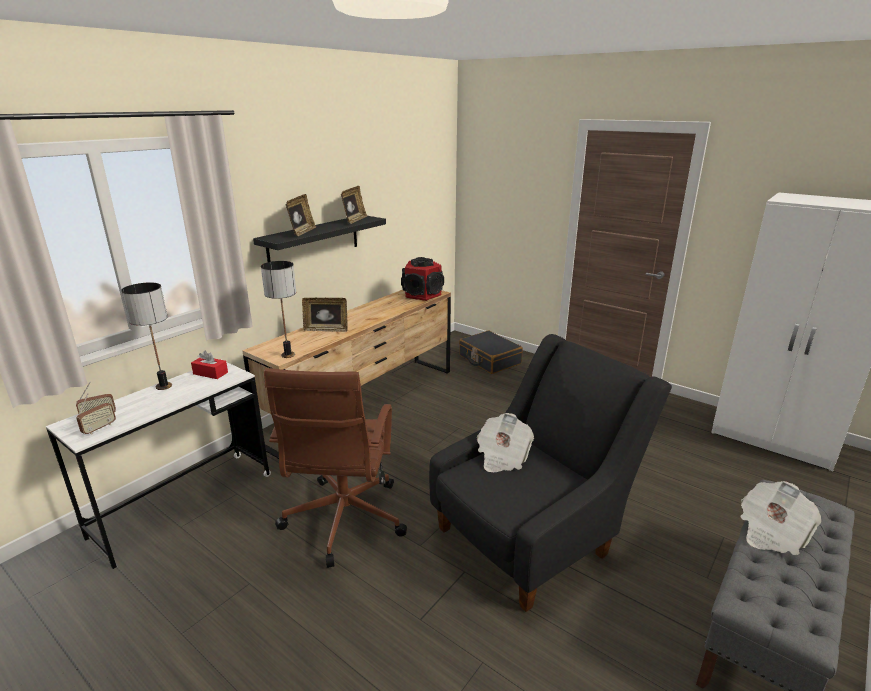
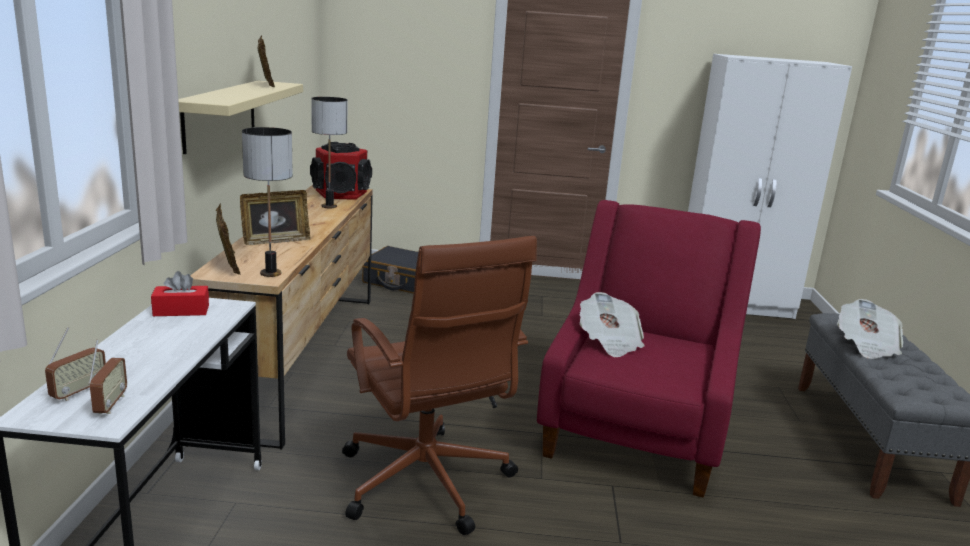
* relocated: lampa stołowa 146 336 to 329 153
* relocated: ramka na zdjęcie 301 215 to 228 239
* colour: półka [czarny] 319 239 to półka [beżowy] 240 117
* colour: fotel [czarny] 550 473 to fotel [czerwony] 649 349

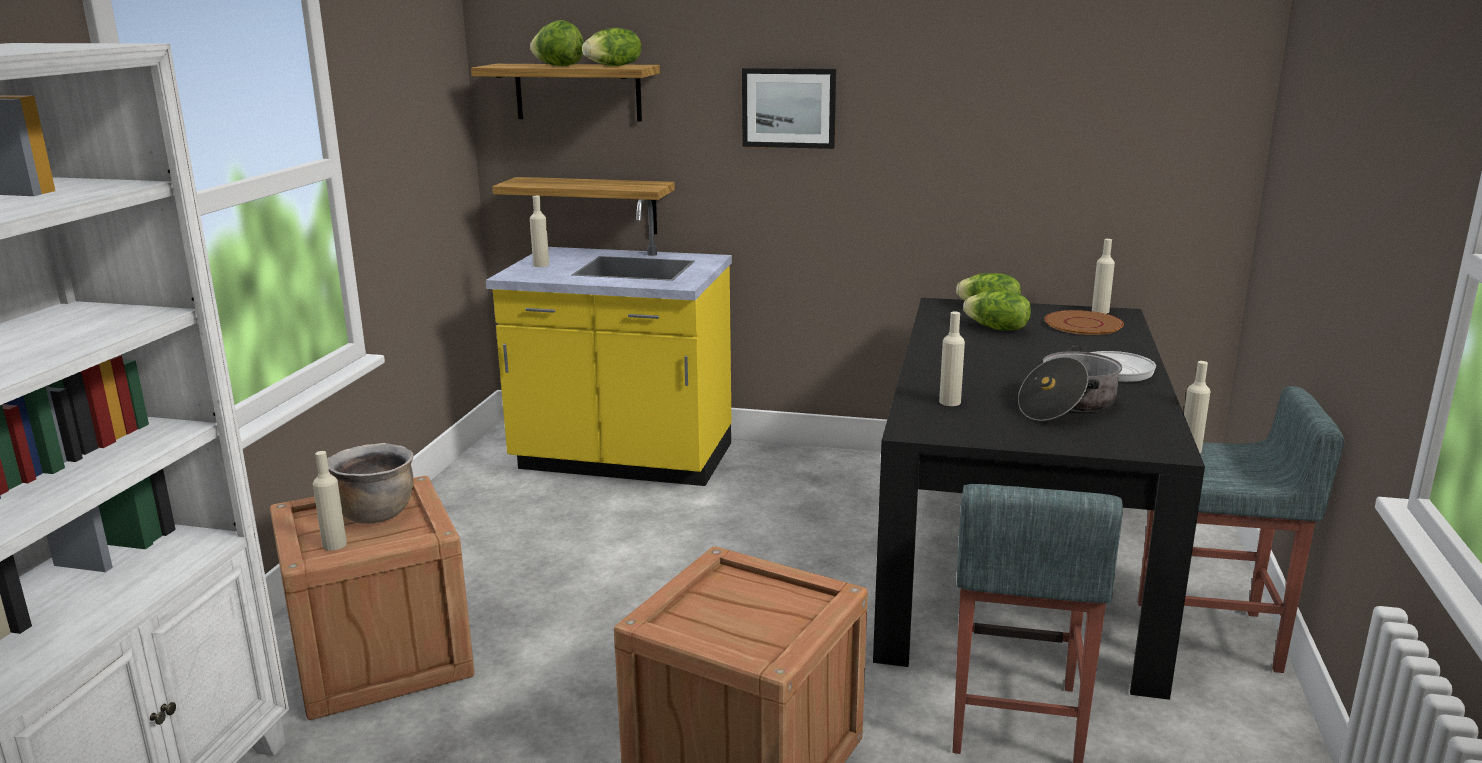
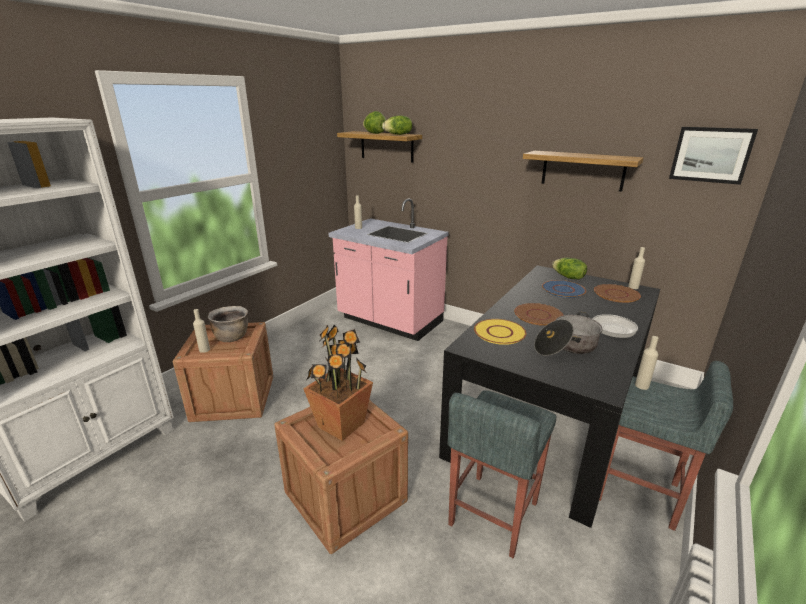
* appeared: roślina doniczkowa 338 383
* appeared: talerz [brązowy] 539 314
* relocated: półka 583 205 to 583 171
* relocated: obraz 789 108 to 713 156
* exchanged: butelka [beżowy] 952 358 to talerz [żółty] 500 332
* exchanged: sałata 997 310 to talerz [niebieski] 564 289
* colour: zabudowa kuchenna [żółty] 609 342 to zabudowa kuchenna [różowy] 389 269

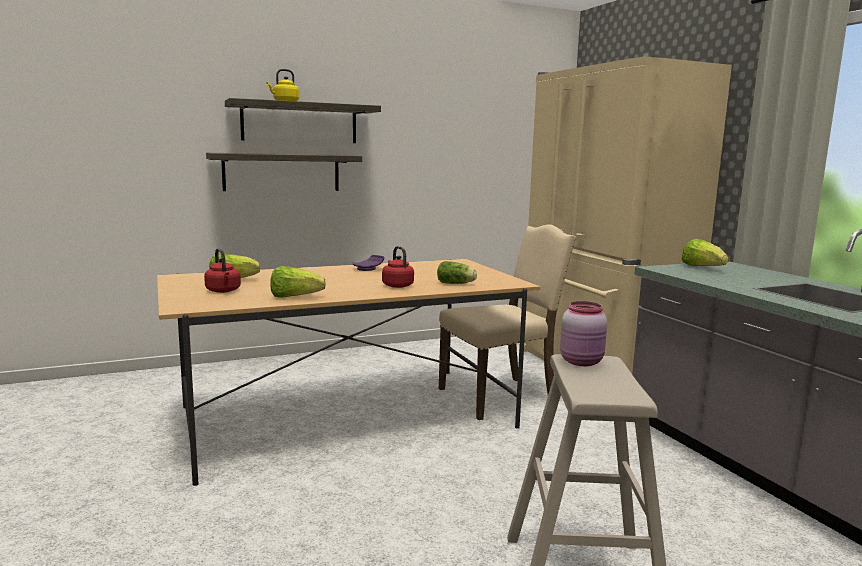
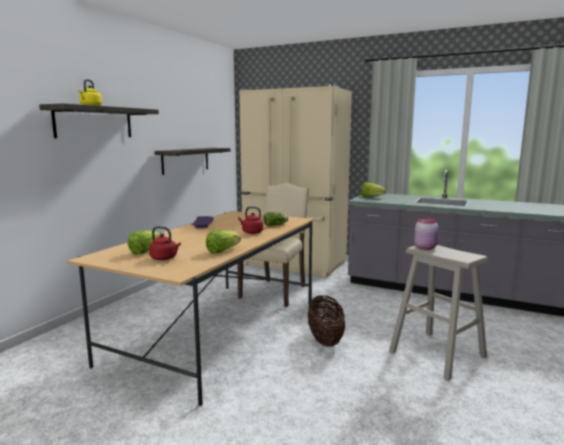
* appeared: koszyk 326 321
* relocated: półka 284 172 to 193 161

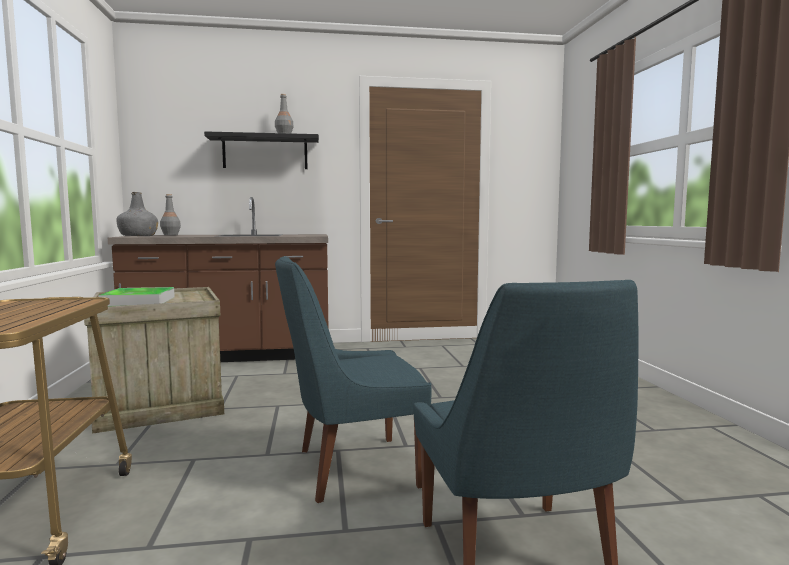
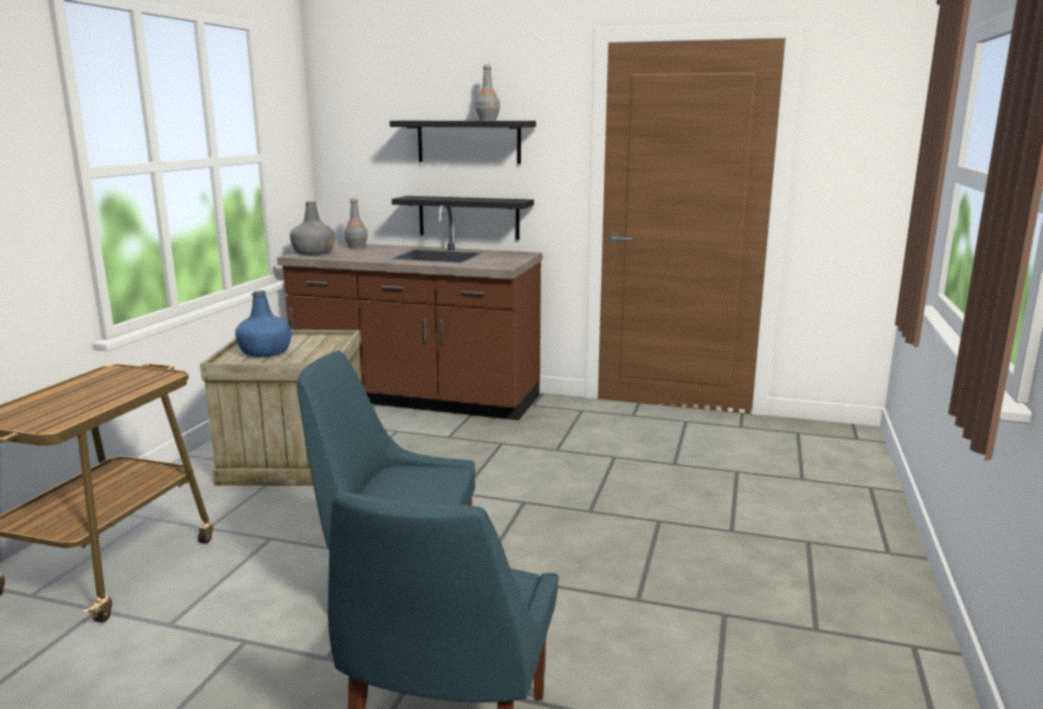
* appeared: półka [czarny] 463 218
* exchanged: taca 136 296 to butelka [niebieski] 263 323

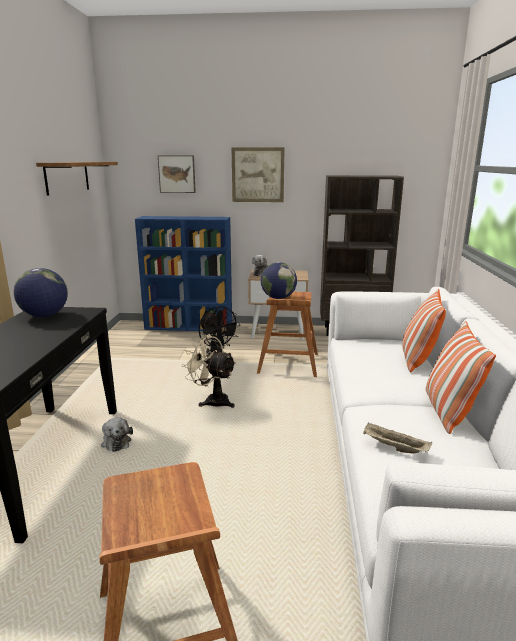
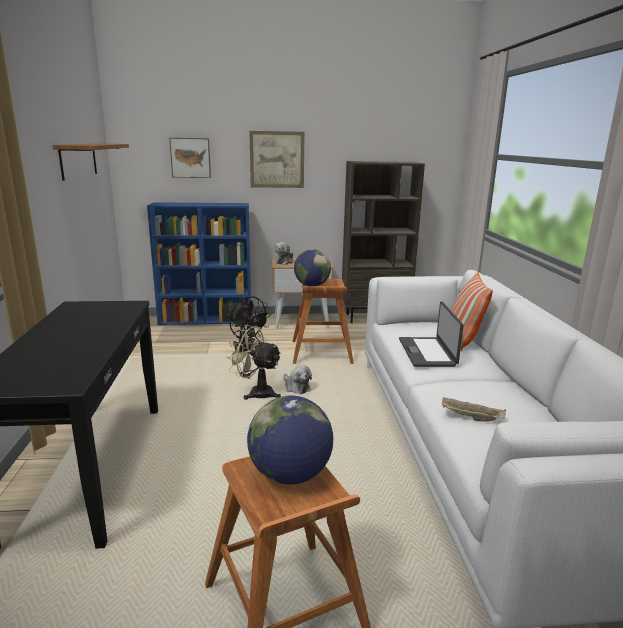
* missing: poduszka 461 377
* appeared: laptop 431 334
* relocated: globus 41 292 to 290 440
* relocated: pluszak 117 434 to 298 379

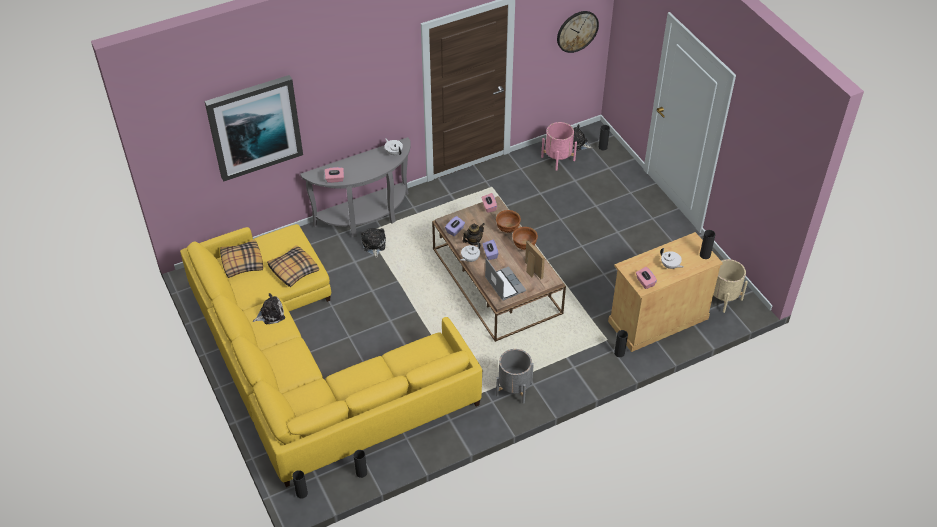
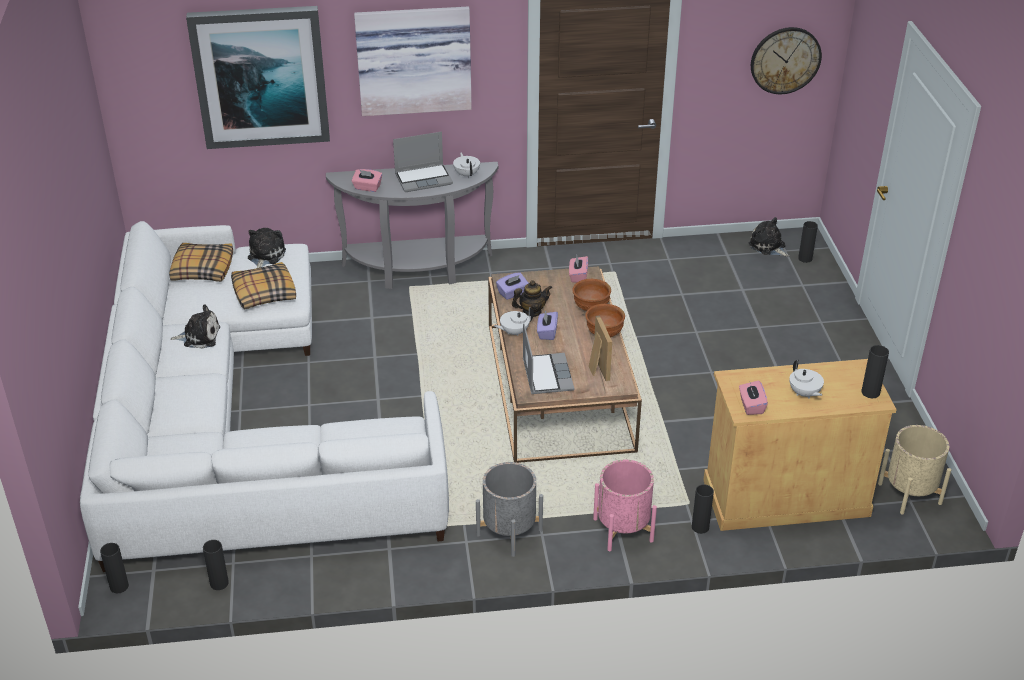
* appeared: obraz 413 61
* appeared: laptop 423 161
* relocated: pluszak 373 243 to 267 248
* relocated: donica [różowy] 559 146 to 625 505
* colour: kanapa [żółty] 331 355 to kanapa [biały] 264 396

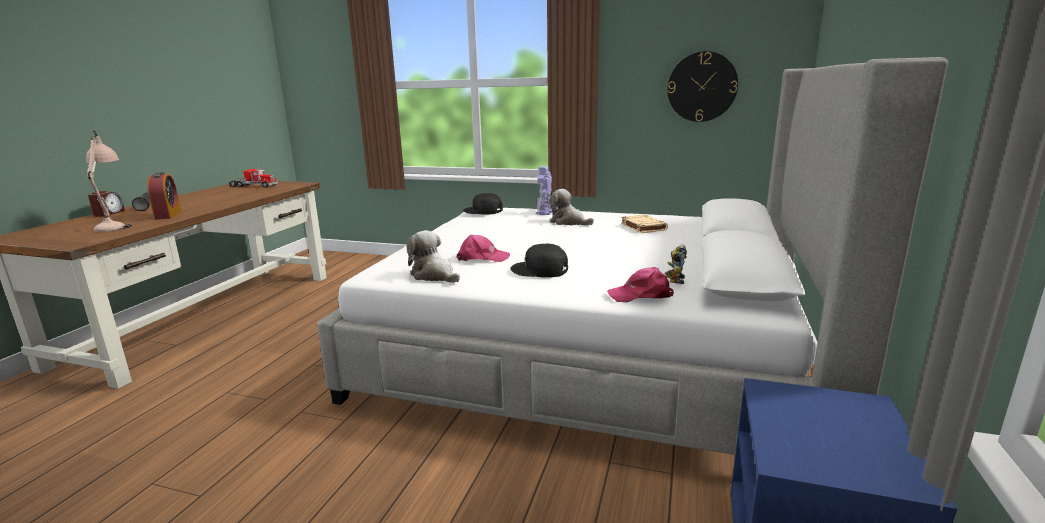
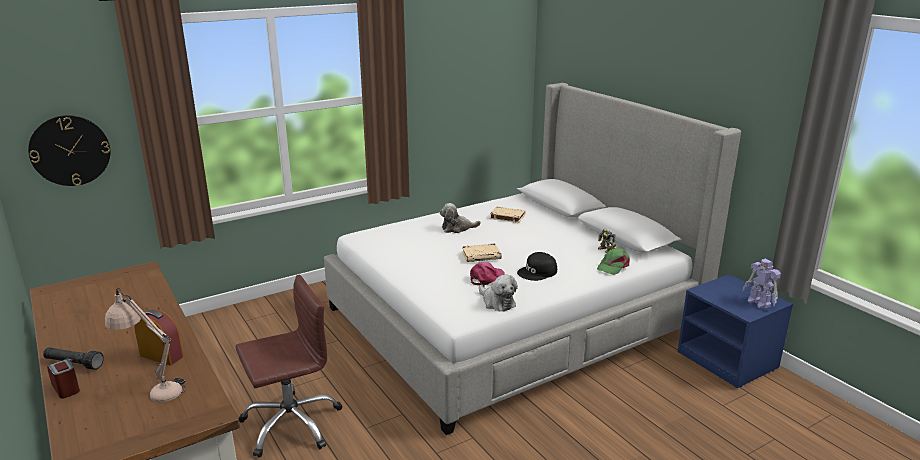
* missing: ciężarówka zabawkowa 253 177
* missing: czapka z daszkiem [czarny] 483 204
* appeared: krzesło biurowe [brązowy] 289 366
* appeared: książka [beżowy] 482 253
* relocated: robot zabawkowy 544 190 to 762 283
* relocated: zegar ścienny 702 86 to 69 150
* colour: czapka z daszkiem [różowy] 640 284 to czapka z daszkiem [zielony] 613 261
* spun: pluszak 433 256 = 498 293 120 degrees counterclockwise

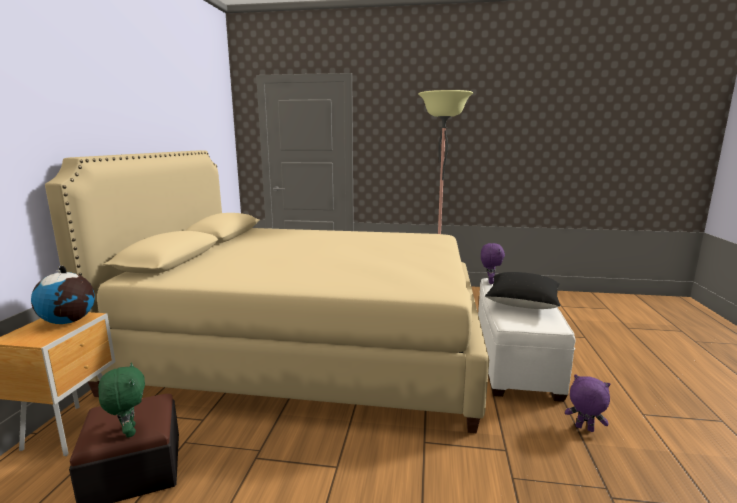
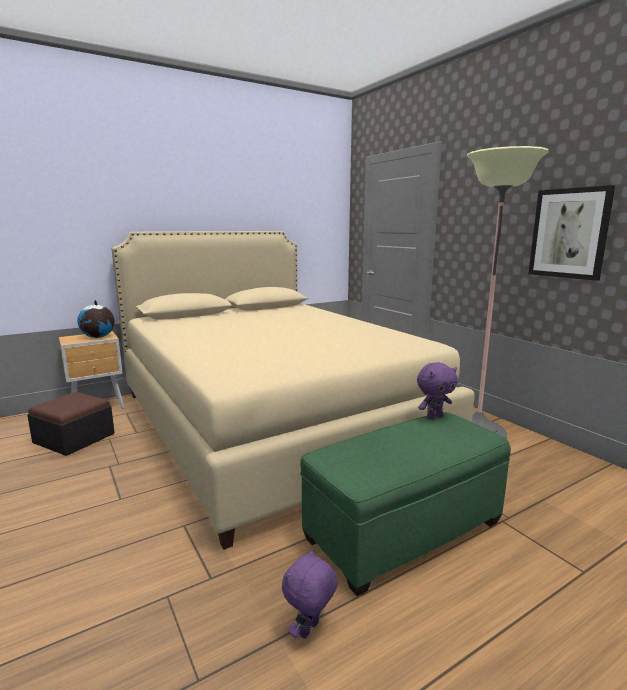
* missing: pluszak [zielony] 121 400
* missing: poduszka [czarny] 523 290
* appeared: obraz 571 233
* colour: pufa [biały] 526 340 to pufa [zielony] 405 504
* spun: pluszak [fioletowy] 587 403 = 310 593 135 degrees counterclockwise

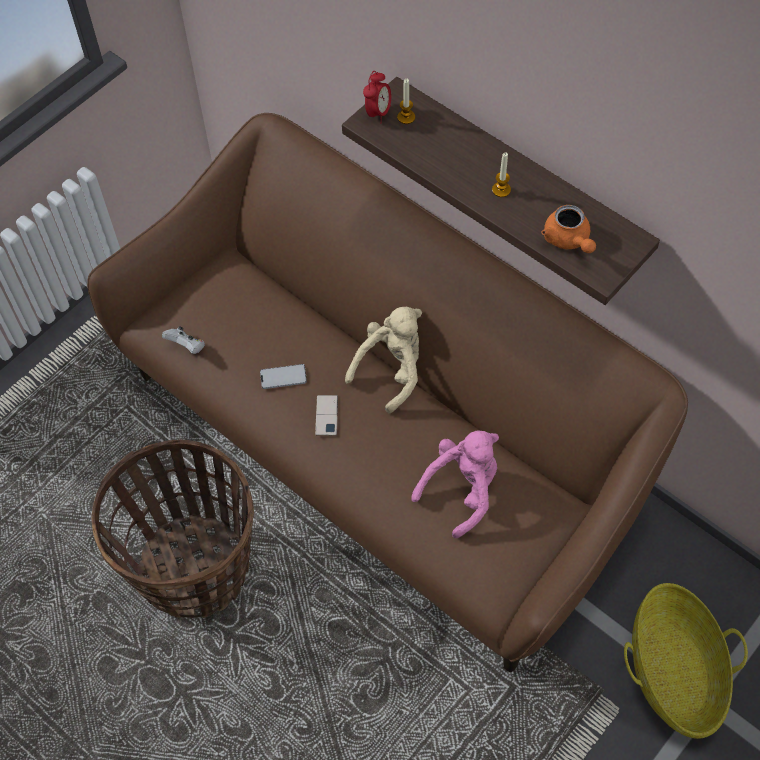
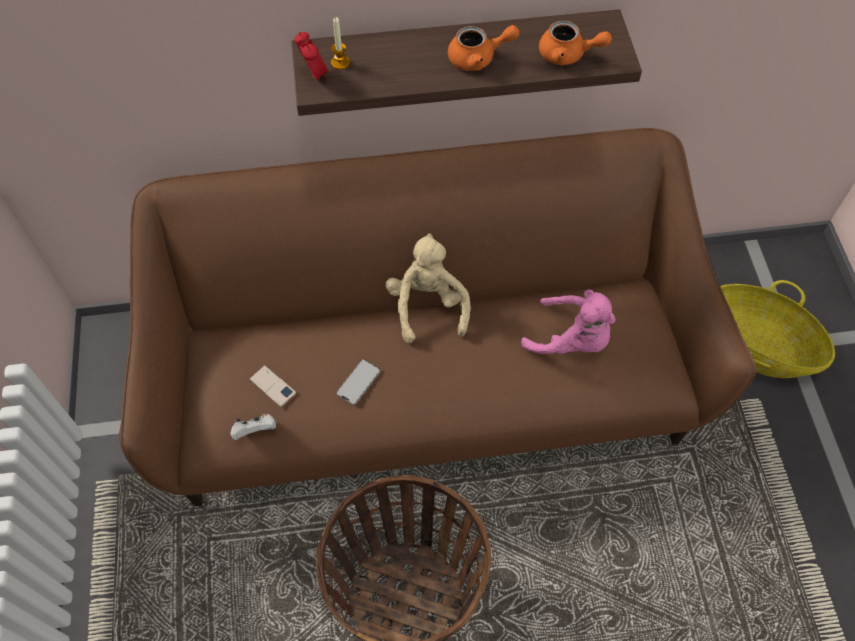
* relocated: telefon 326 415 to 273 386
* exchanged: świeca 501 175 to imbryk [pomarańczowy] 484 48
* spun: pluszak [różowy] 455 484 = 568 322 120 degrees clockwise

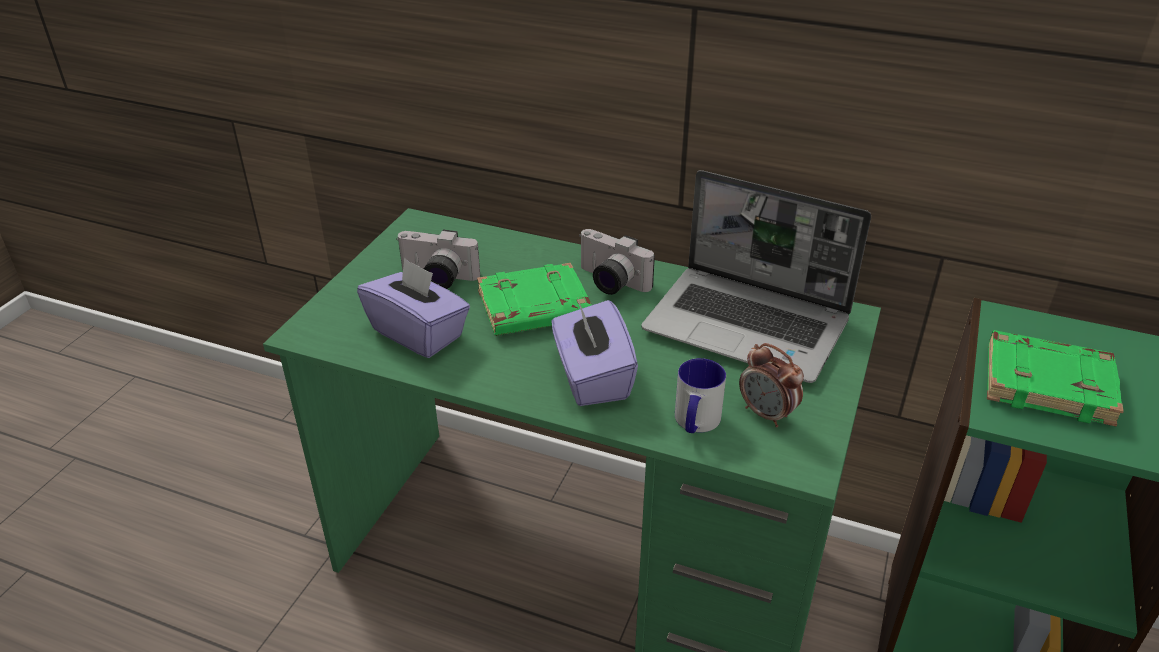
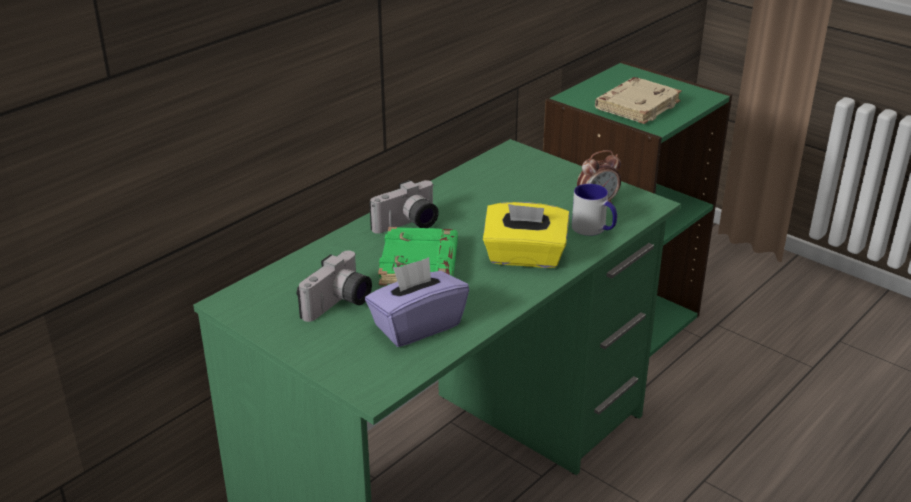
* missing: laptop 756 276
* colour: pudełko chusteczek [fioletowy] 595 353 to pudełko chusteczek [żółty] 526 235
* colour: książka [zielony] 1055 378 to książka [beżowy] 638 100

